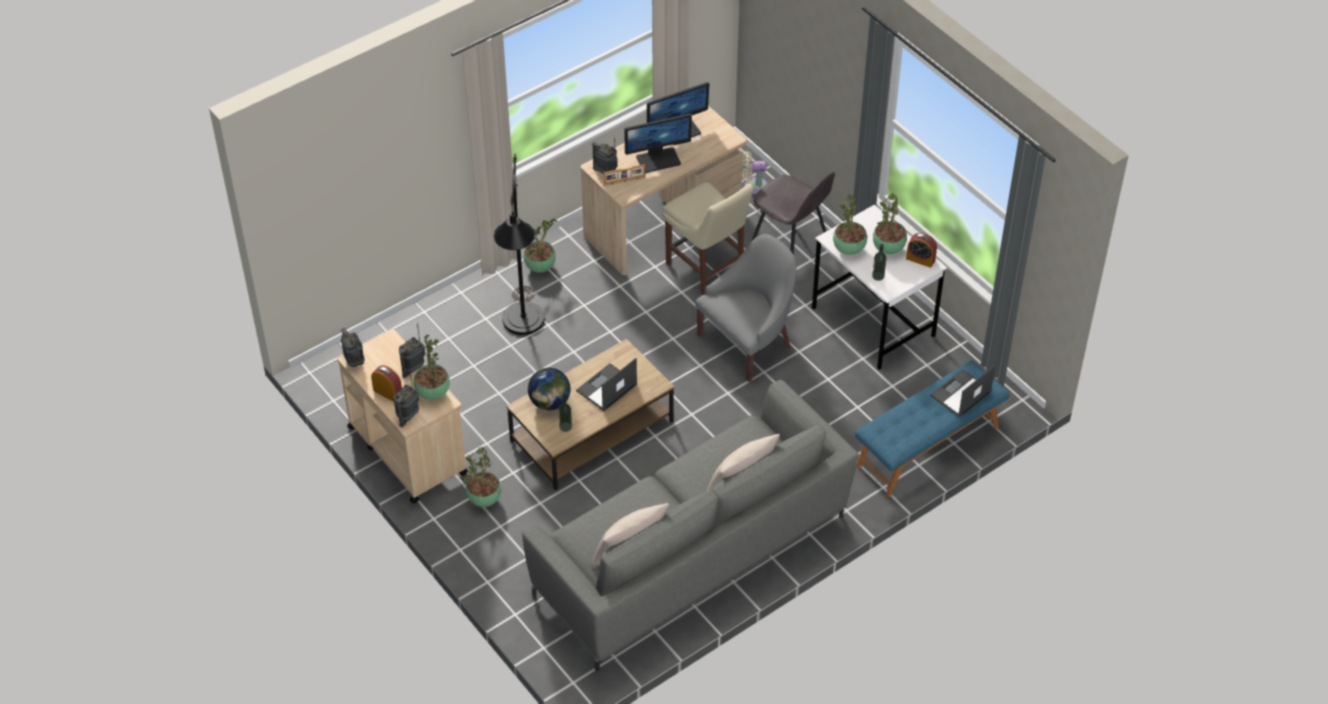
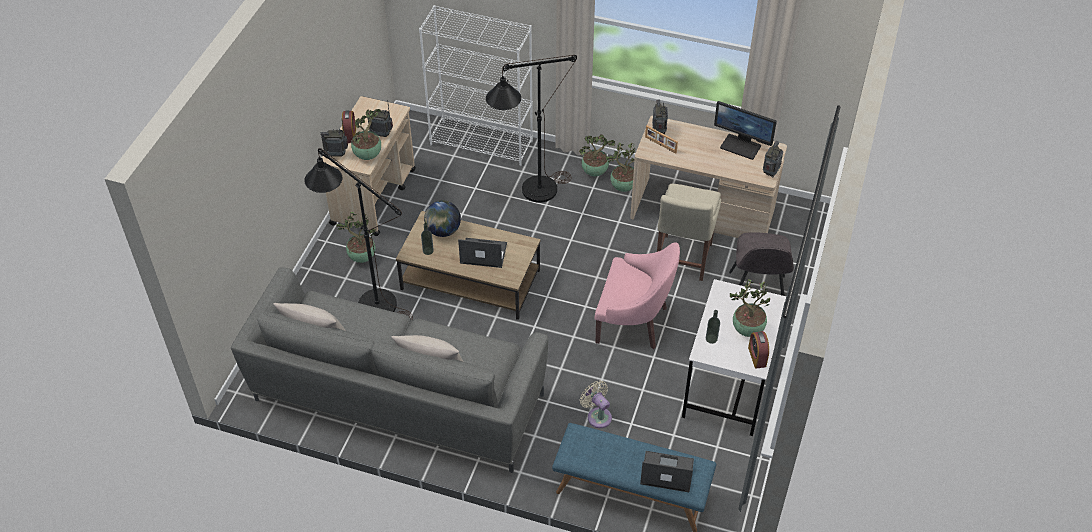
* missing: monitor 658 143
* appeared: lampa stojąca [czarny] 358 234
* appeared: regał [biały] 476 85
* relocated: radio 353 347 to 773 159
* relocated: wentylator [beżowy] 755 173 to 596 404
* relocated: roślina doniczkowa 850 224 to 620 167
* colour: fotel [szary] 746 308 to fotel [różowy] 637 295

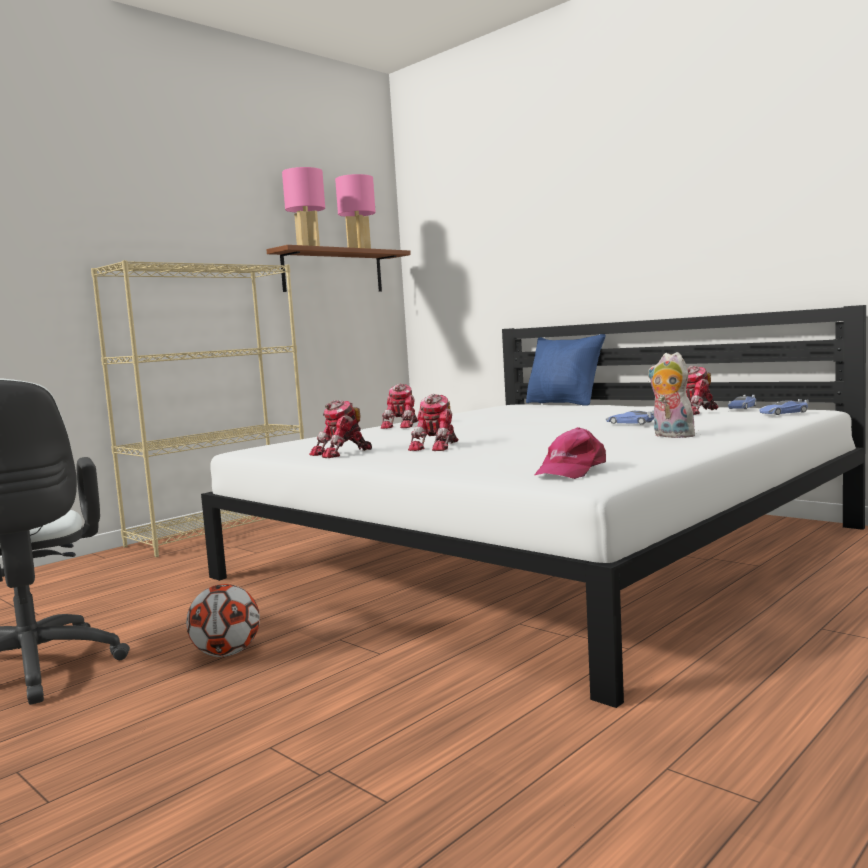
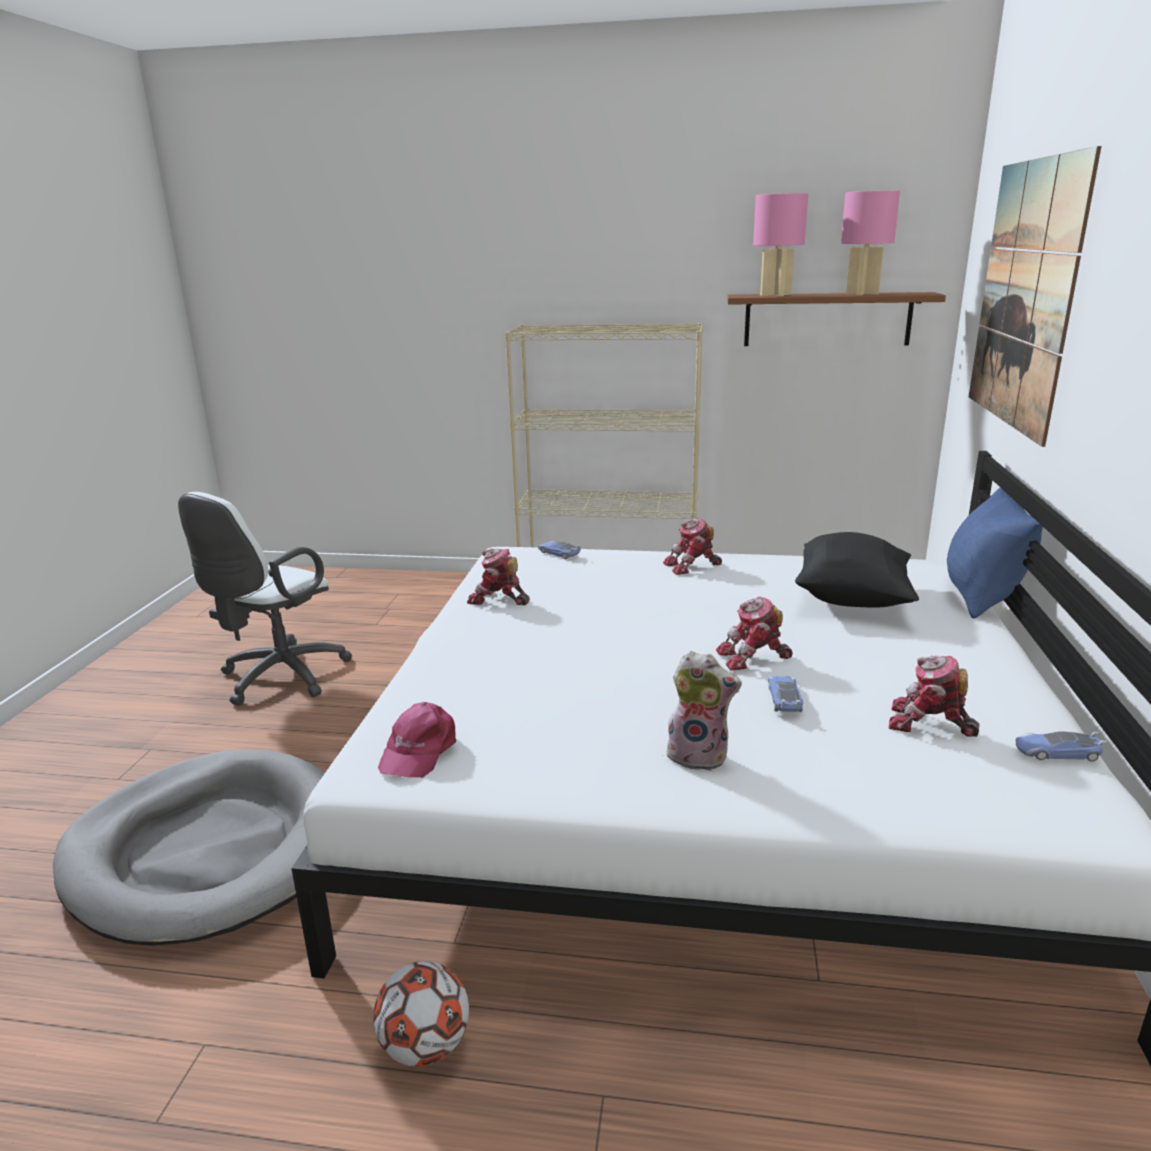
* appeared: legowisko [szary] 189 847
* appeared: poduszka [czarny] 857 570
* appeared: obraz 1035 296
* relocated: piłka futbolowa 223 620 to 421 1014
* relocated: robot zabawkowy 433 422 to 754 634
* relocated: samochodzik 784 407 to 559 550
* spun: czapka z daszkiem [różowy] 570 453 = 417 740 75 degrees counterclockwise
* spun: pluszak 673 395 = 703 711 90 degrees clockwise

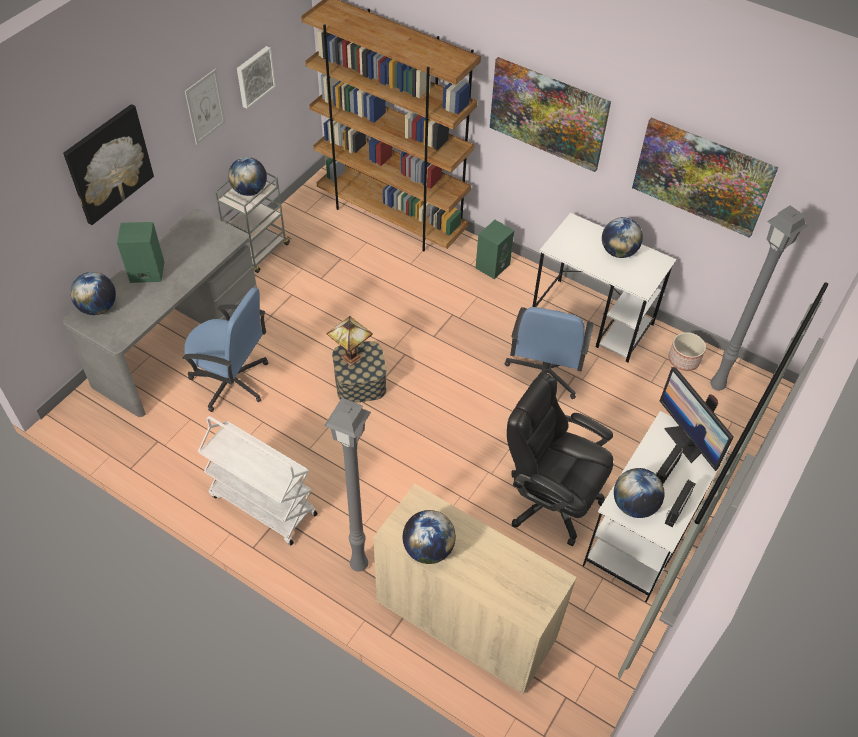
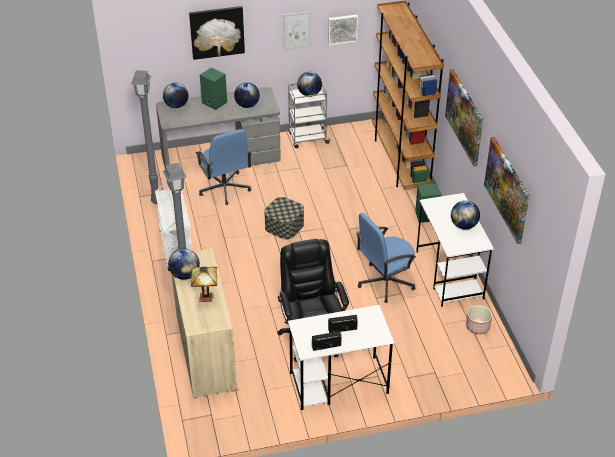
* missing: monitor 697 419
* relocated: lampa stołowa 350 341 to 204 284
* relocated: globus 639 493 to 247 95
* relocated: lampa stojąca [szary] 759 298 to 145 137

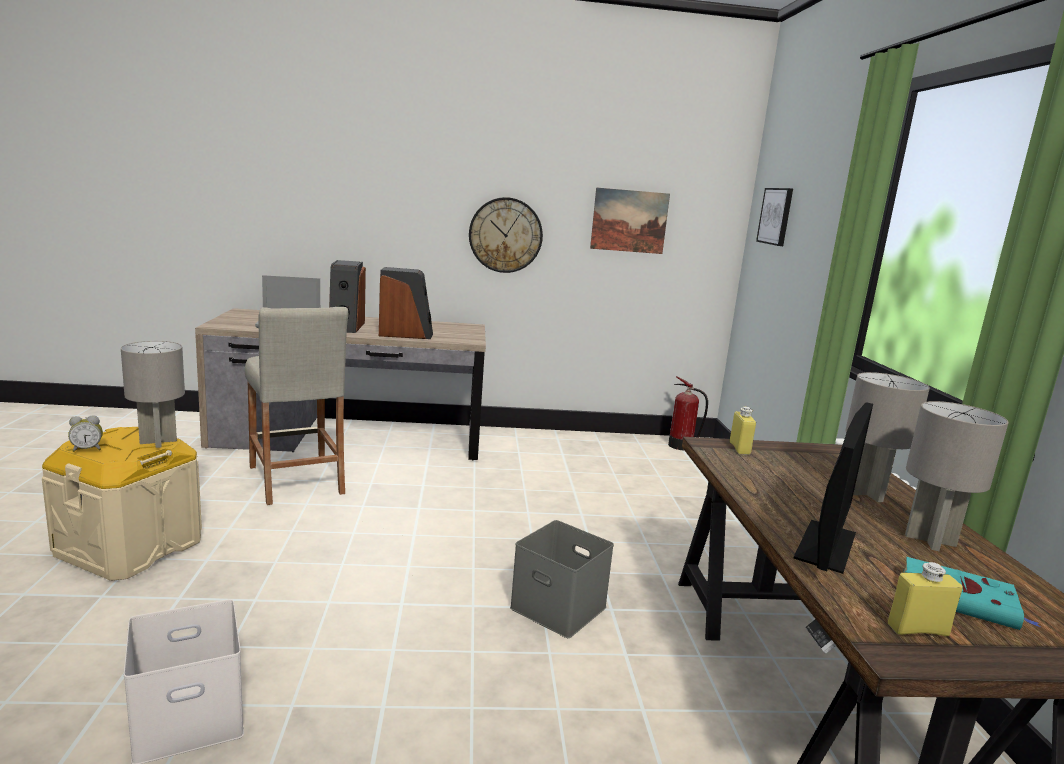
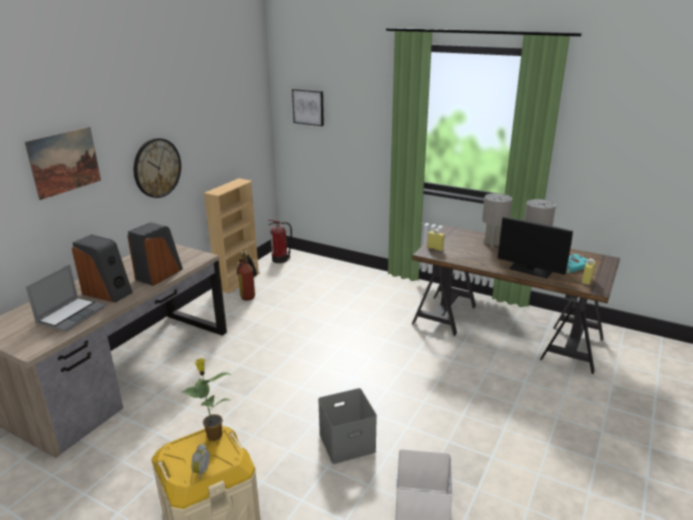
* missing: stołek [beżowy] 297 406
* appeared: regał [beżowy] 231 236
* appeared: gaśnica 247 276
* relocated: pojemnik do przechowywania [szary] 562 579 to 347 426
* relocated: obraz 630 220 to 63 163
* exchanged: lampa stołowa [szary] 153 394 to roślina doniczkowa 207 399
* spun: monitor 833 488 = 535 247 150 degrees clockwise

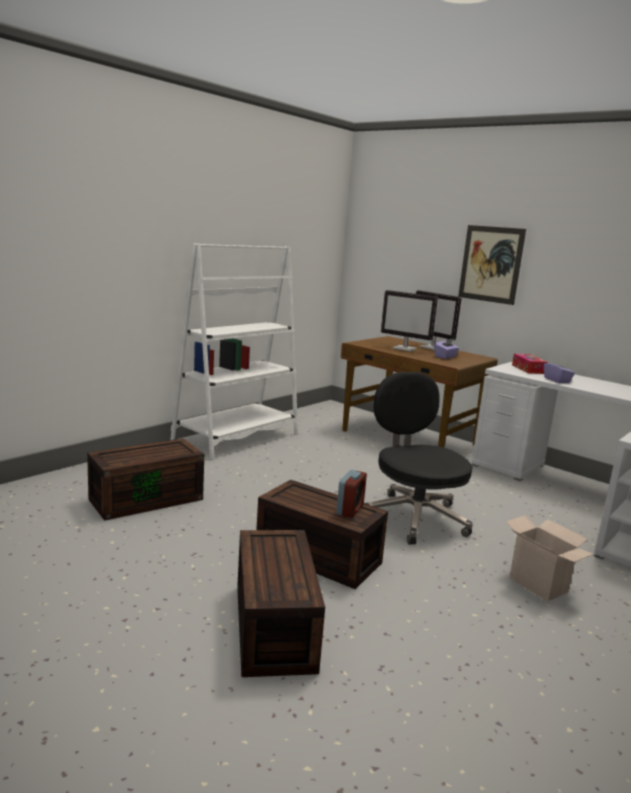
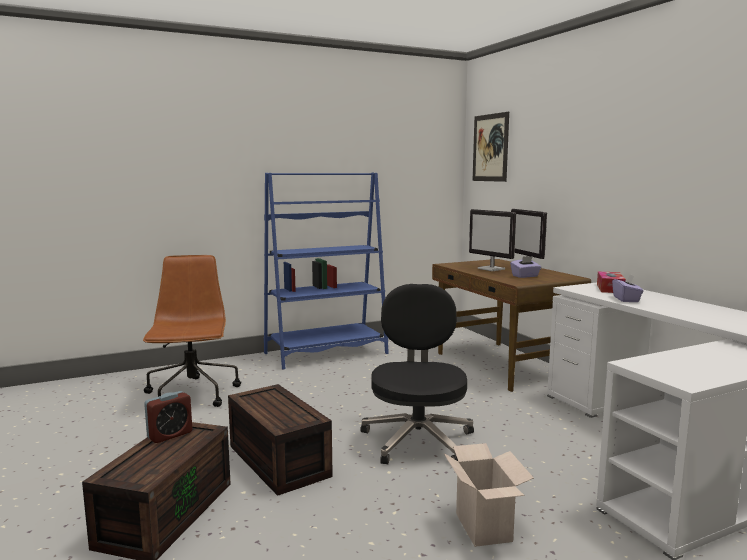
* relocated: budzik 351 494 to 168 417
* relocated: obraz 492 265 to 490 147
* exchanged: pojemnik do przechowywania [brązowy] 145 479 to krzesło biurowe [brązowy] 192 331
* colour: regał [biały] 234 351 to regał [niebieski] 326 271

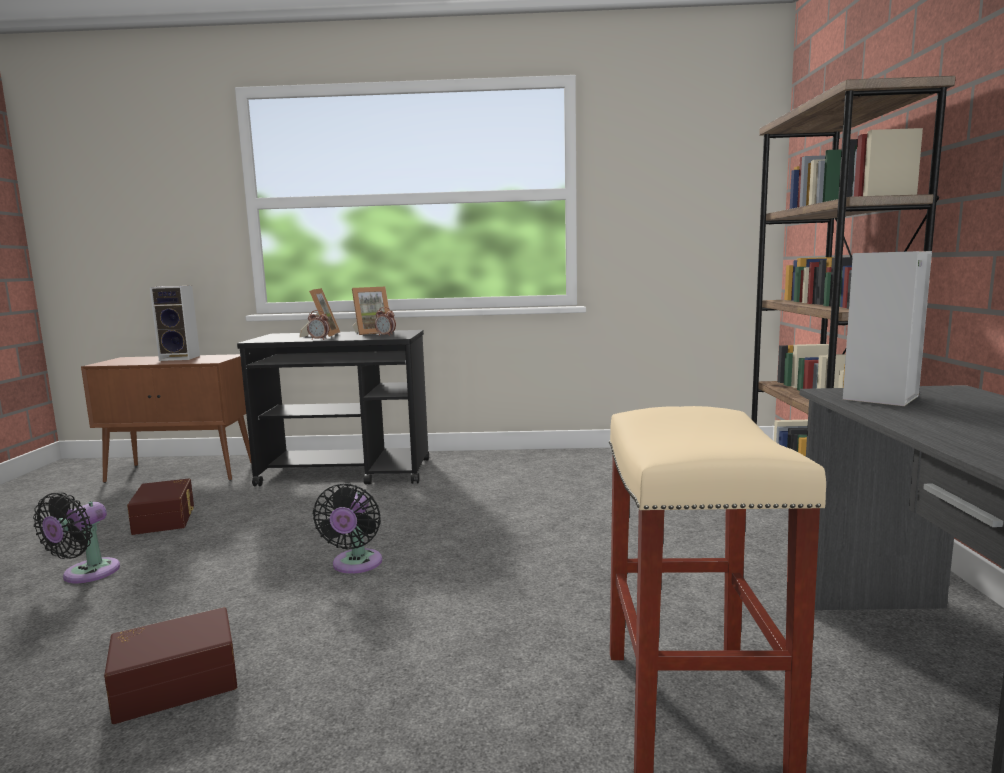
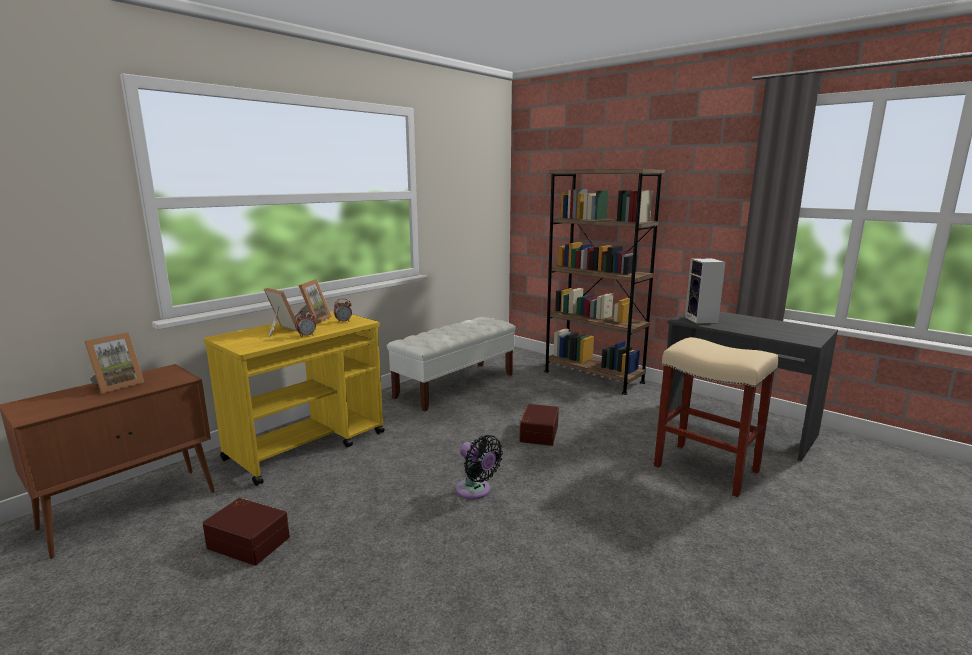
* missing: wentylator [czarny] 76 537
* appeared: ławka [biały] 451 364
* relocated: pojemnik do przechowywania [brązowy] 170 665 to 539 425
* exchanged: głośnik 175 323 to ramka na zdjęcie 114 363
* colour: wózek [czarny] 333 408 to wózek [żółty] 294 398

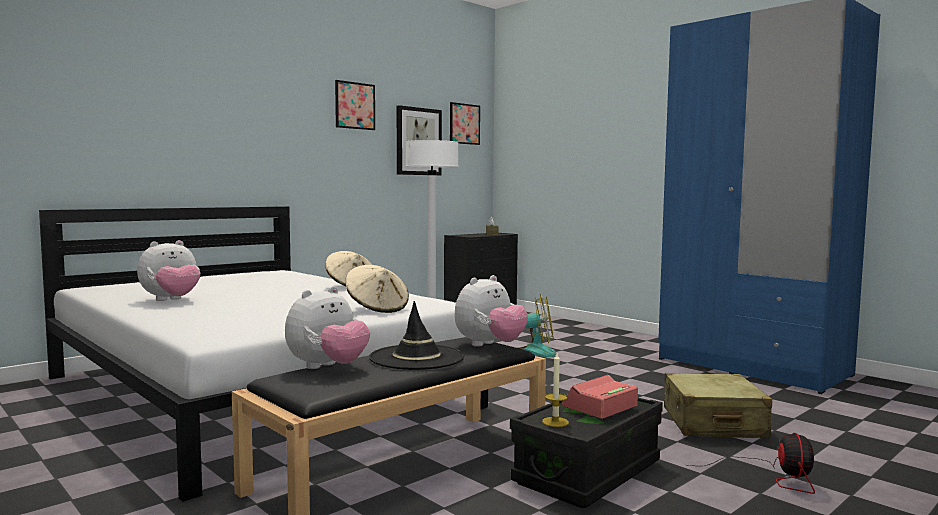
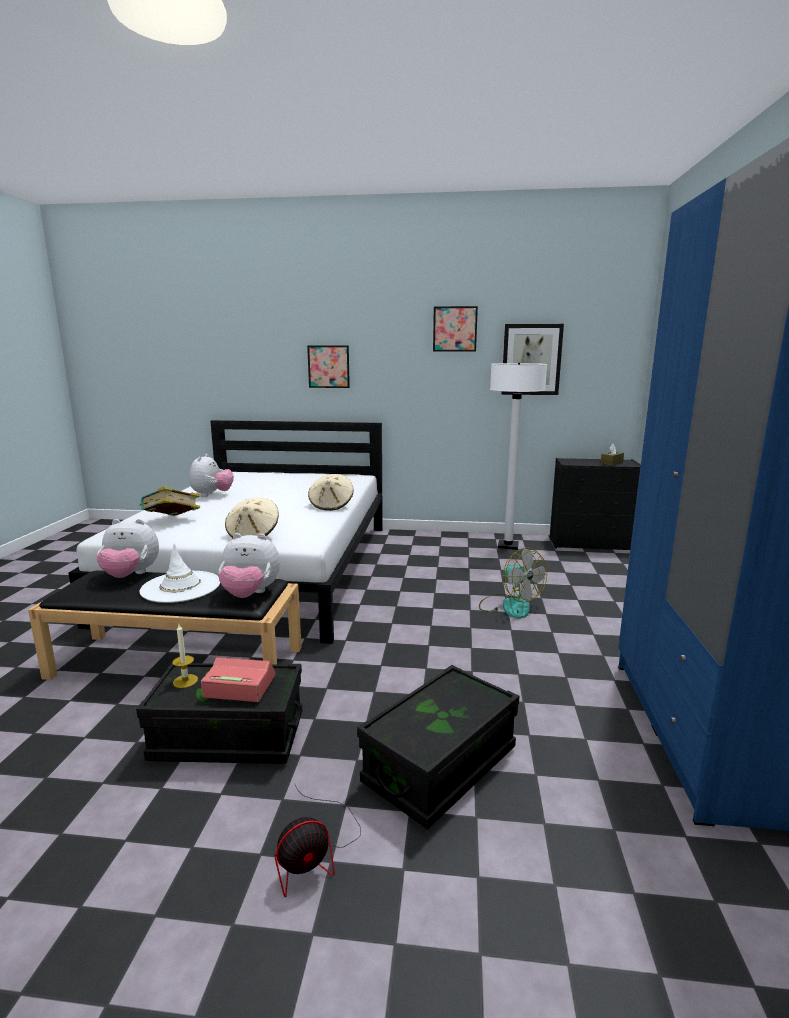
* appeared: książka 169 501
* relocated: obraz 465 123 to 328 366
* exchanged: walizka [beżowy] 718 405 to pojemnik do przechowywania [czarny] 438 747
* colour: kapelusz [czarny] 417 335 to kapelusz [biały] 180 573
* spun: pluszak 168 270 = 211 475 90 degrees counterclockwise

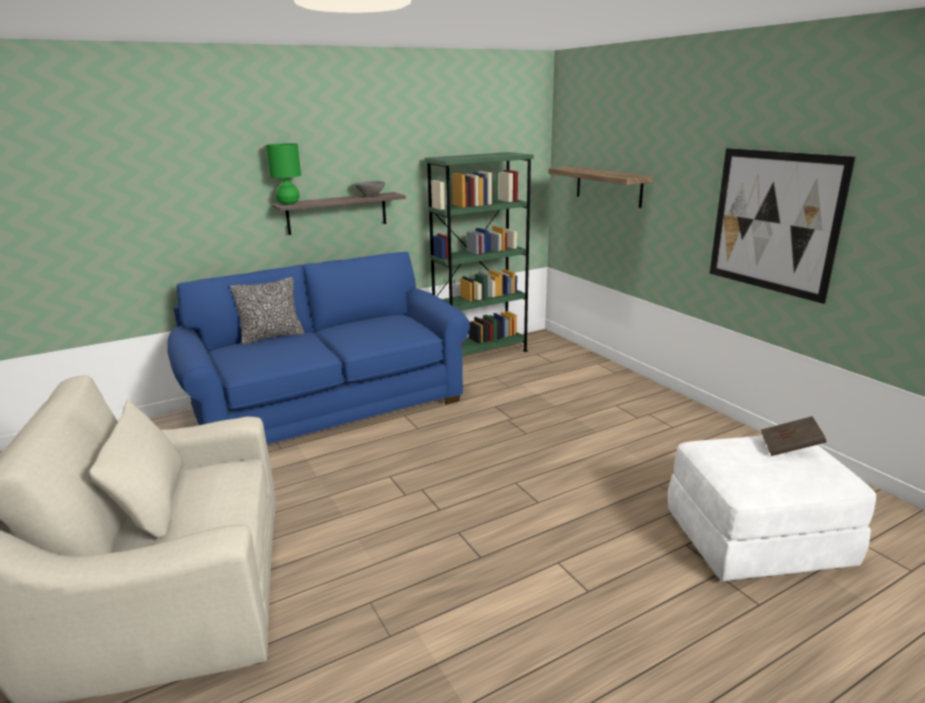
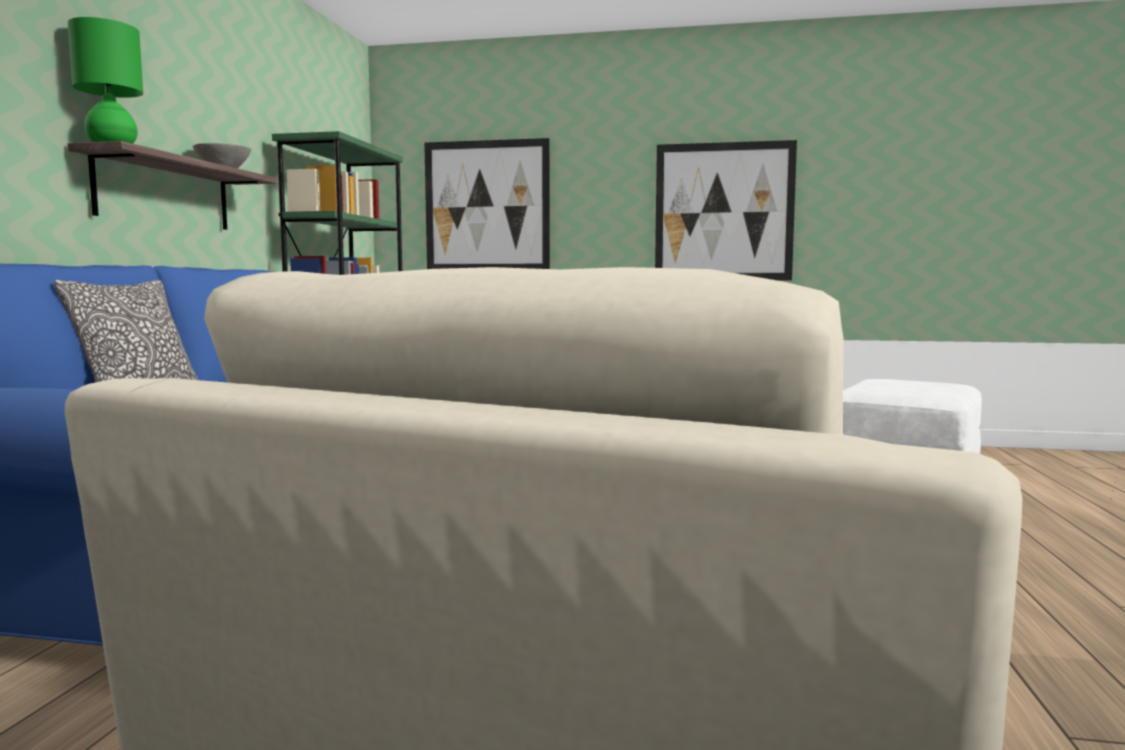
* missing: książka [brązowy] 794 436
* exchanged: półka 600 187 to obraz 487 203

